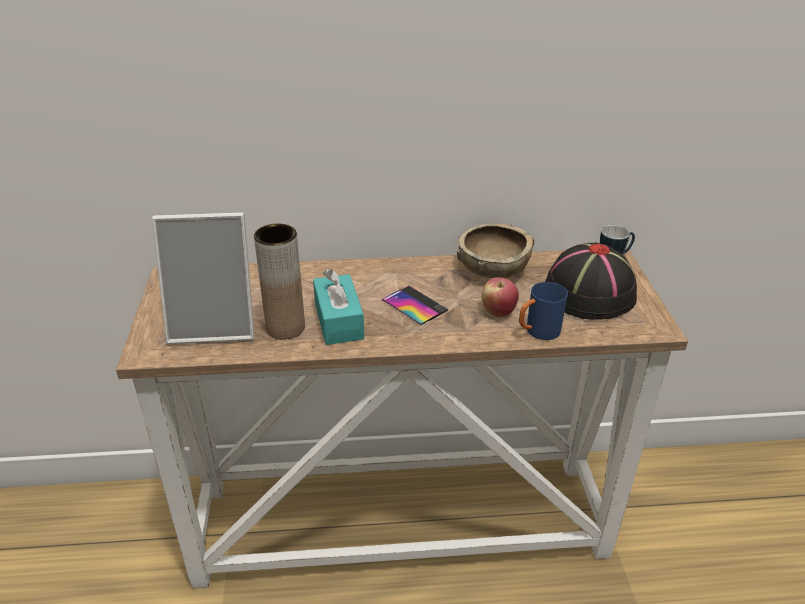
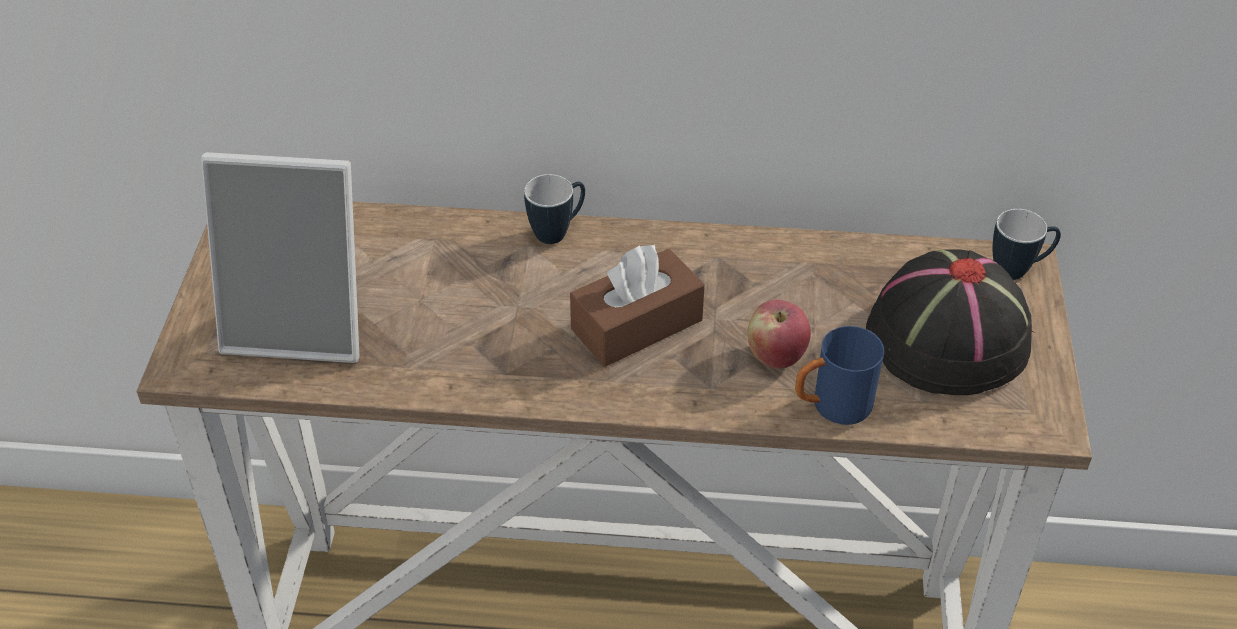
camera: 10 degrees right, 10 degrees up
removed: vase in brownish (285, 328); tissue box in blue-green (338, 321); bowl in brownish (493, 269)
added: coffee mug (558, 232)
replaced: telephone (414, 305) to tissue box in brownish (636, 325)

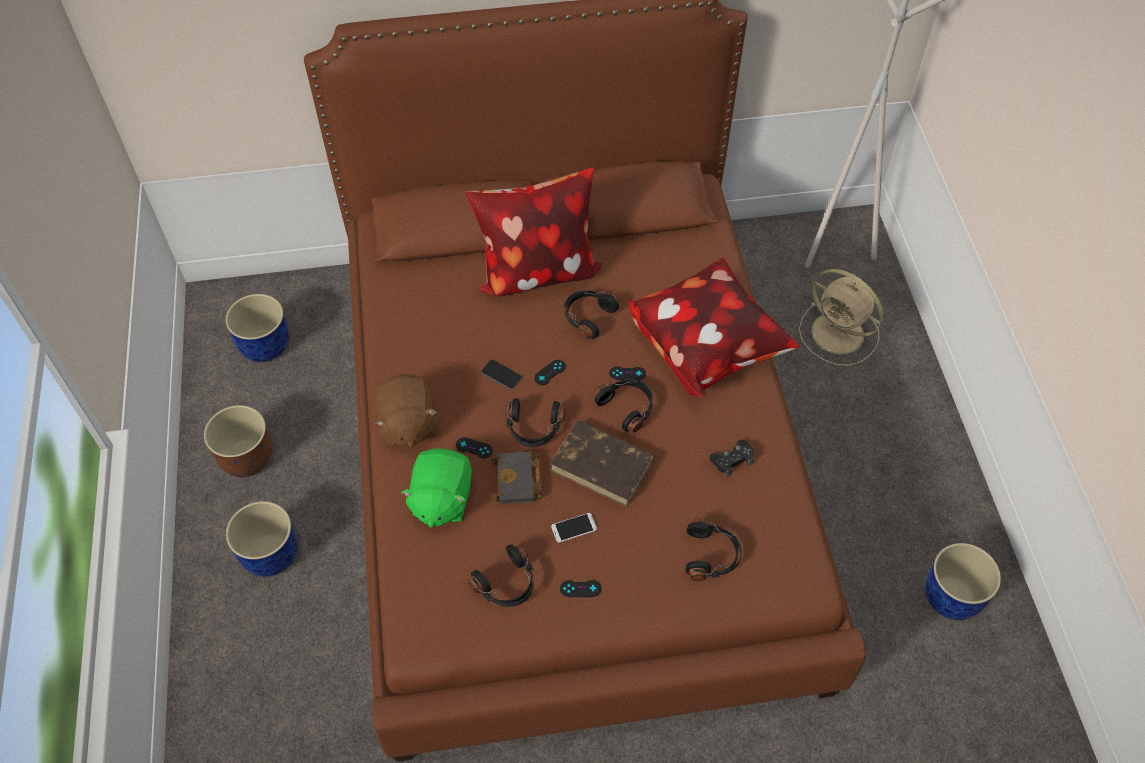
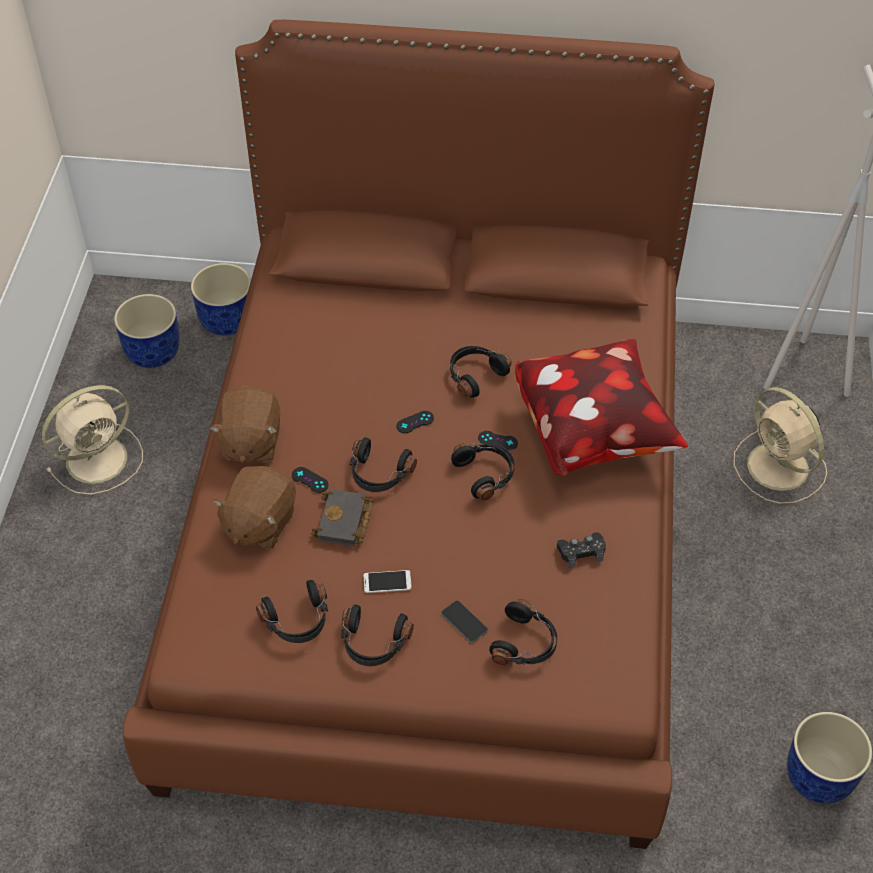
camera: 15 degrees right, 5 degrees down
removed: pillow (536, 270); volume in brownish (603, 465)
moved: planter in blue (271, 554) to (227, 320); telephone (501, 375) to (464, 622)
replaced: planter in brownish (247, 457) to electric fan in beige (99, 458); game controller in black-coloured (580, 588) to headphones in black-coloured (373, 644)
recoloured: soft toy in greenish (441, 499) to soft toy in brownish (259, 523)

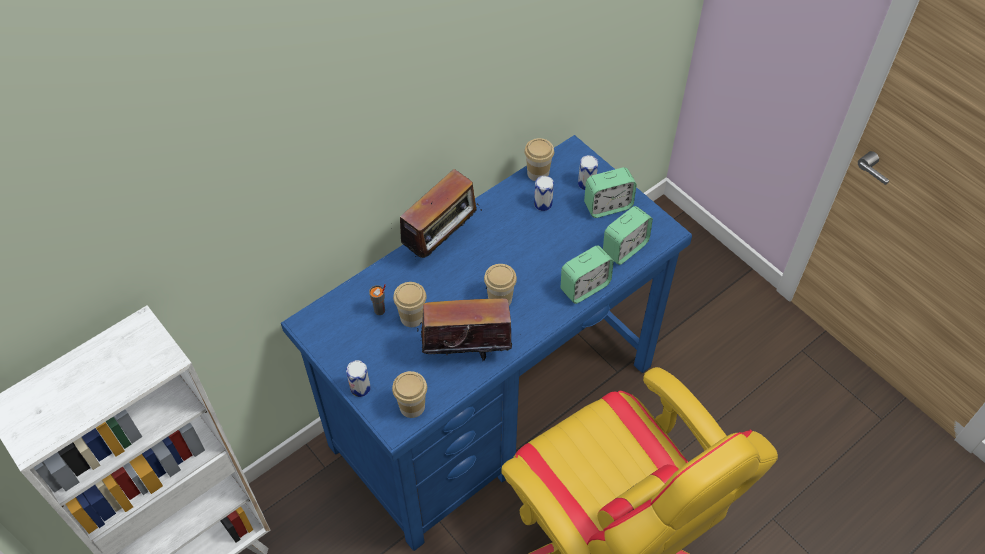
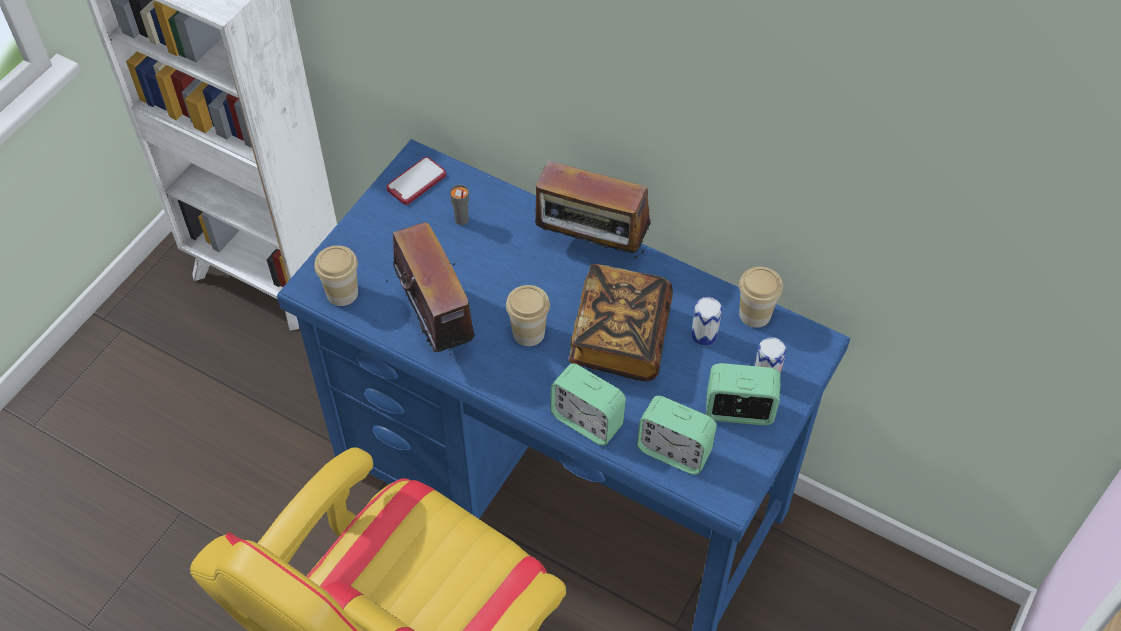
camera: 70 degrees right, 0 degrees up
removed: metal can (360, 388); drinking cup (412, 317)
added: telephone (416, 182); volume (620, 338)
turned: table clock (607, 206) = (739, 411) 135 degrees clockwise

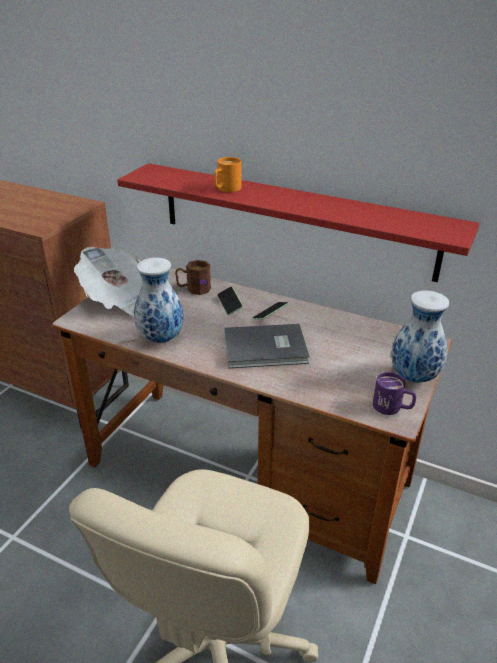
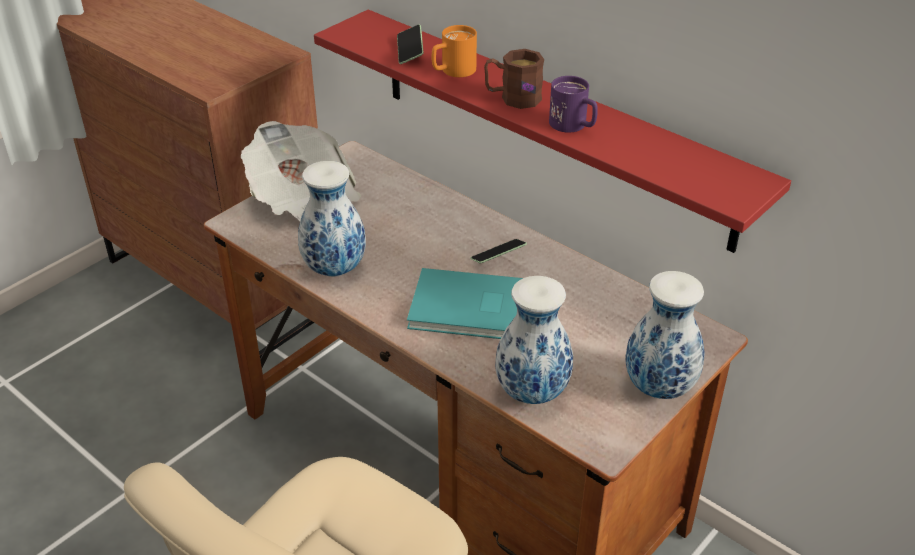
camera: 15 degrees right, 5 degrees up
added: vase (531, 394)
moved: coffee mug in brownish (193, 289) to (512, 98); telephone (230, 305) to (410, 51); coffee mug in purple-coloured (392, 408) to (573, 126)
recoloured: volume in grey (267, 349) to volume in blue-green (470, 310)

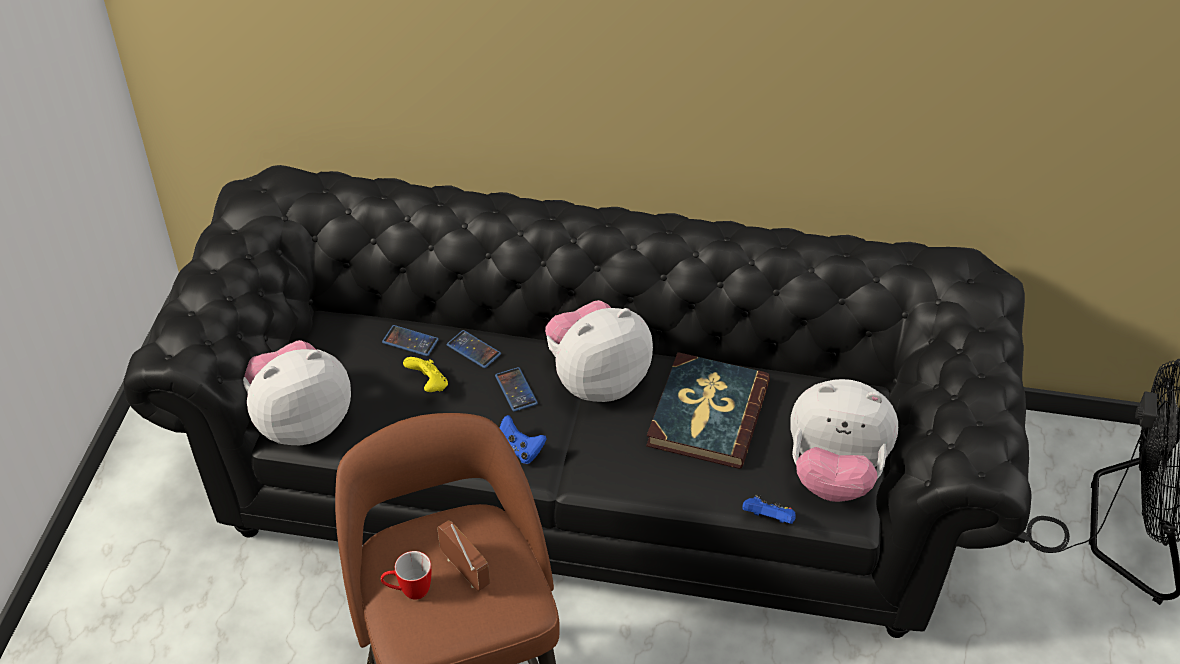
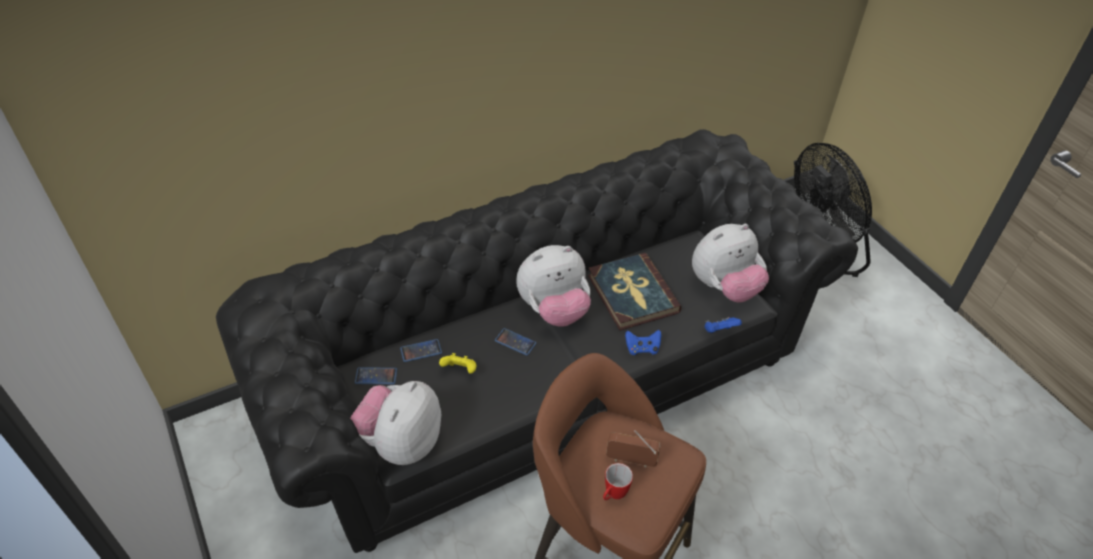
camera: 40 degrees left, 0 degrees up
moved: telephone (473, 349) to (376, 376); game controller in blue (519, 450) to (642, 348)
turned: soft toy (596, 380) = (554, 310) 135 degrees counterclockwise

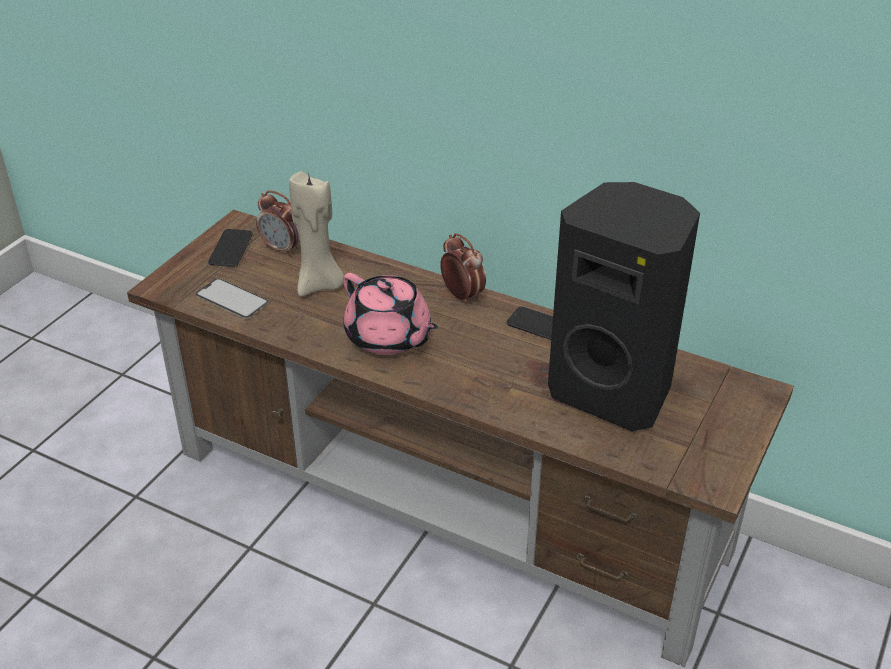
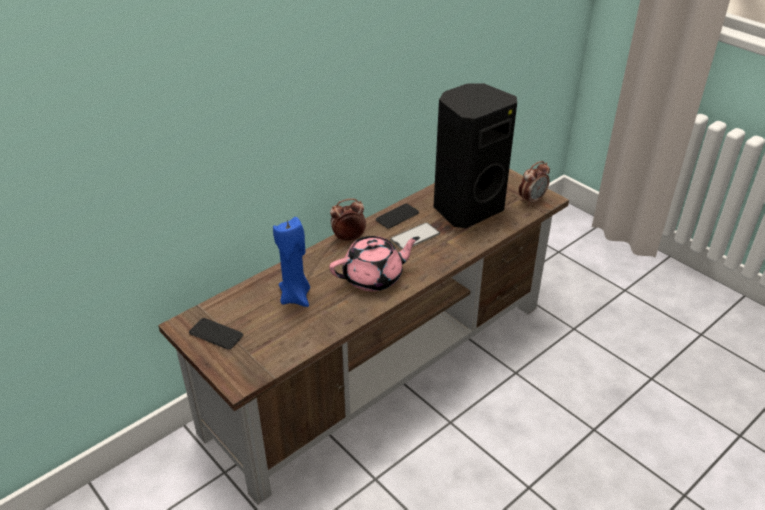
camera: 70 degrees left, 0 degrees up
moved: telephone (232, 299) to (415, 236); table clock (283, 249) to (532, 200)
recoloured: candle in beige (320, 285) to candle in blue (296, 297)

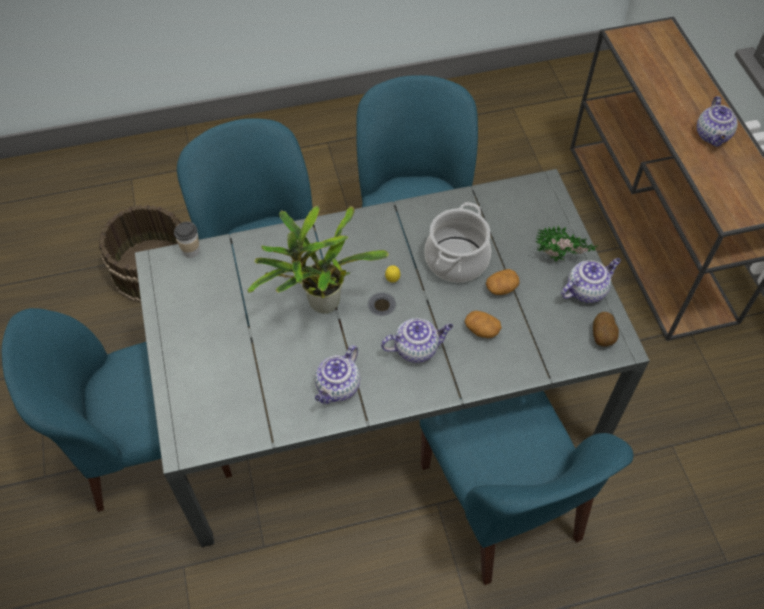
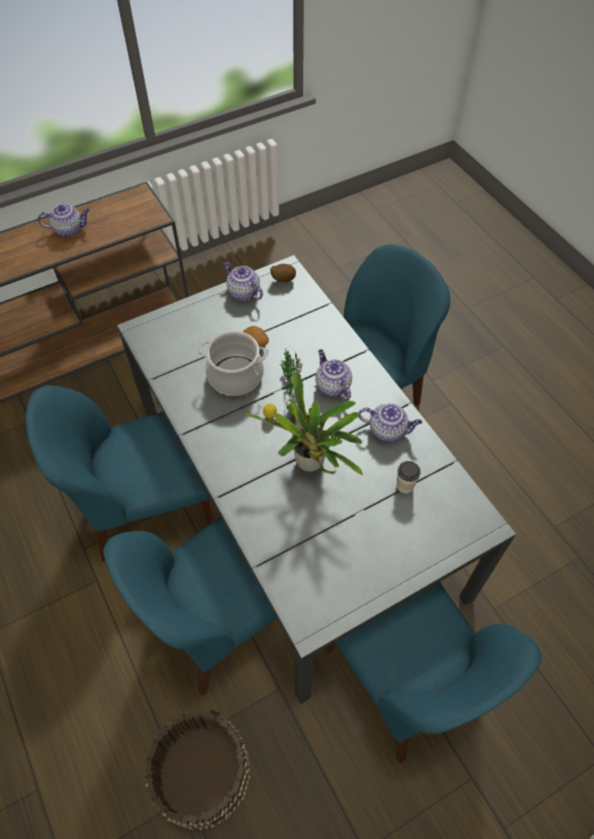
camera: 105 degrees left, 0 degrees up
removed: potato (481, 329)
moved: drinking cup (191, 250) to (404, 486); houseplant (561, 259) to (290, 382)

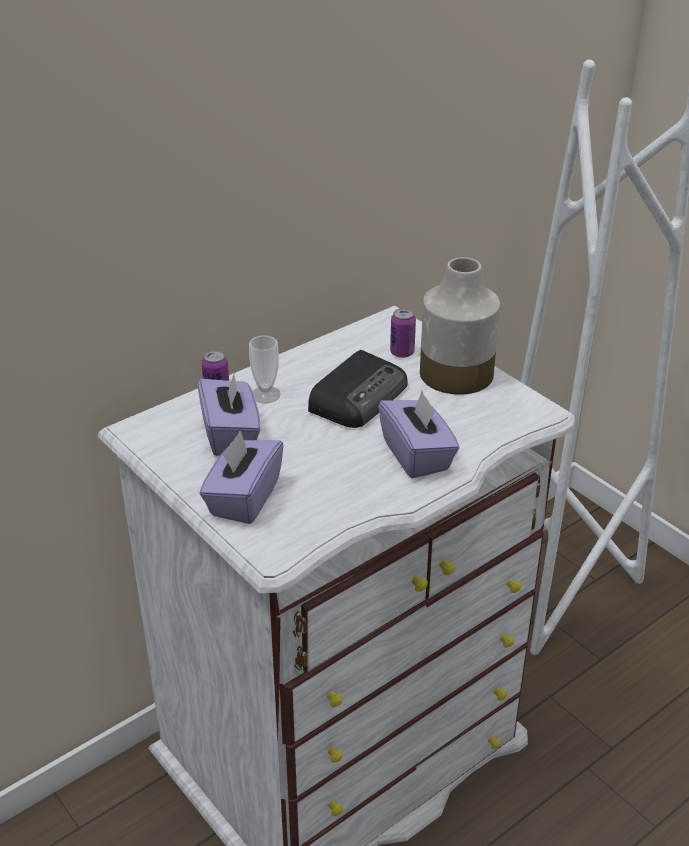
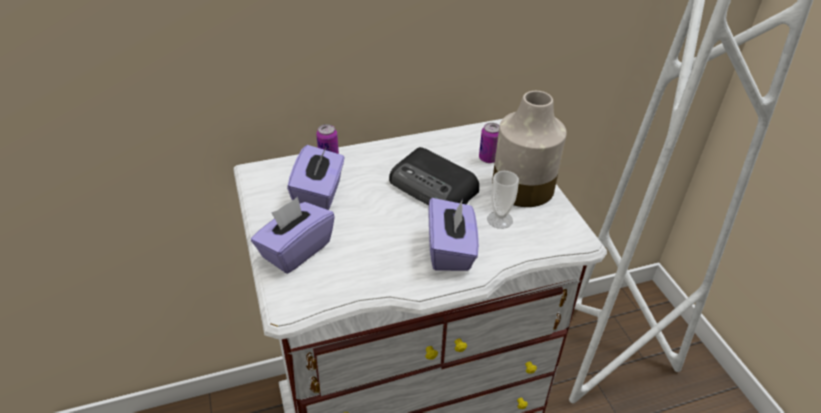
camera: 20 degrees right, 5 degrees up
moved: drinking cup (265, 395) to (499, 220)
turned: radio (359, 396) = (434, 187) 75 degrees clockwise

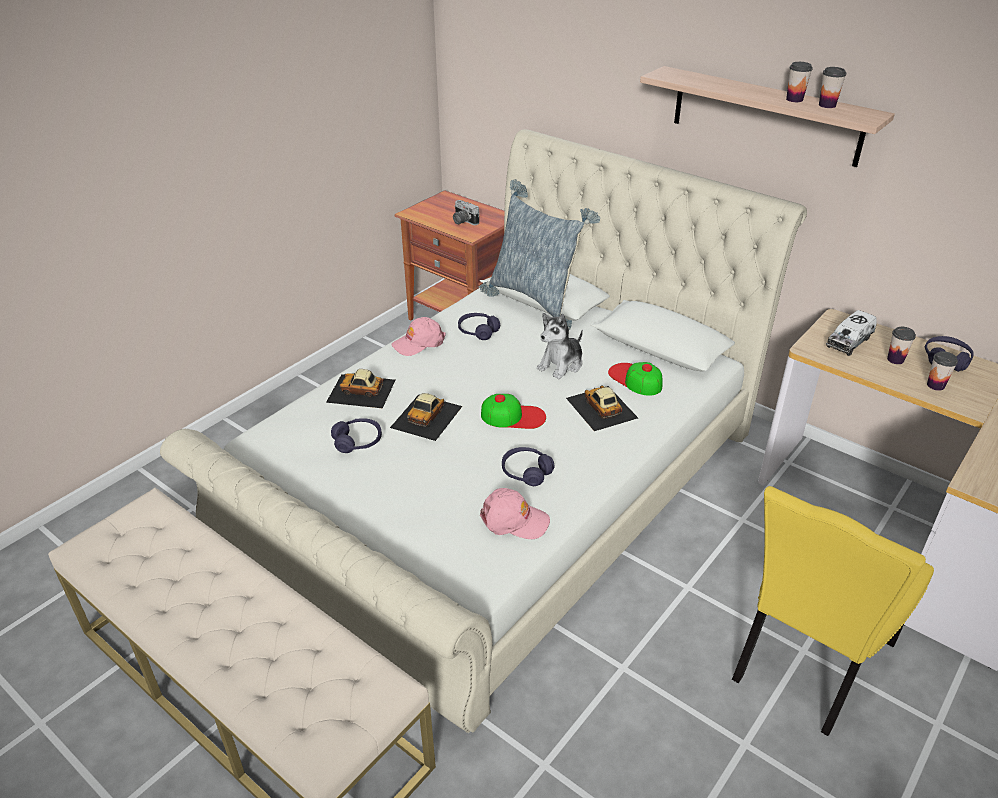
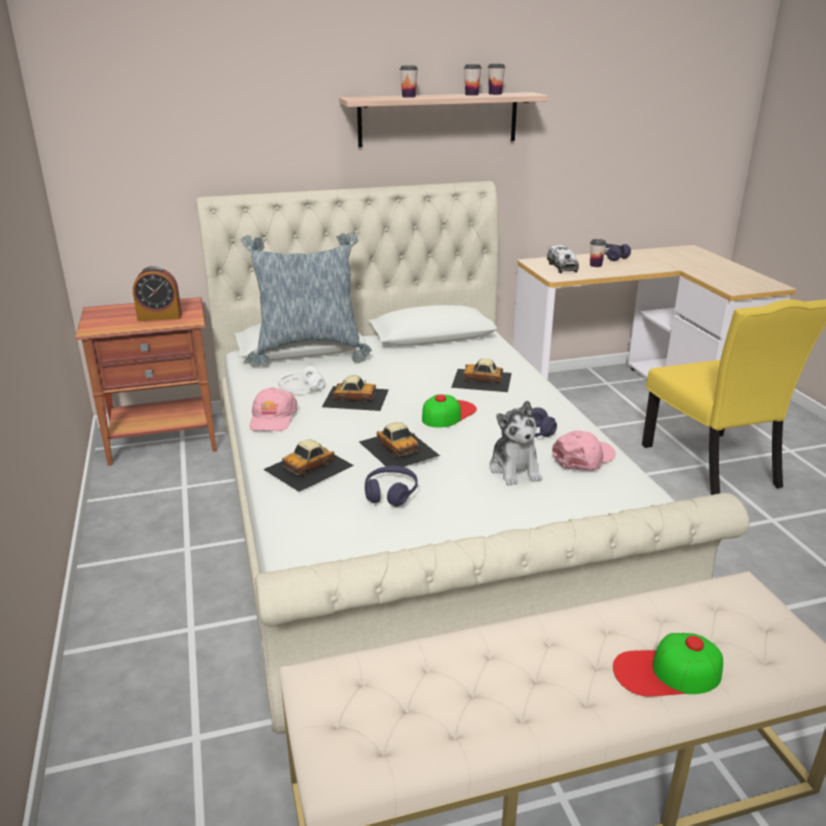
camera: 55 degrees left, 10 degrees down
added: toy car (355, 397)
moved: soft toy (561, 364) to (515, 469); peaked cap (635, 379) to (667, 672); drinking cup (935, 385) to (408, 96)
replaced: photo camera (463, 221) to table clock (159, 317)
recoloured: headphones in purple-coloured (478, 331) to headphones in whitish (301, 389)

